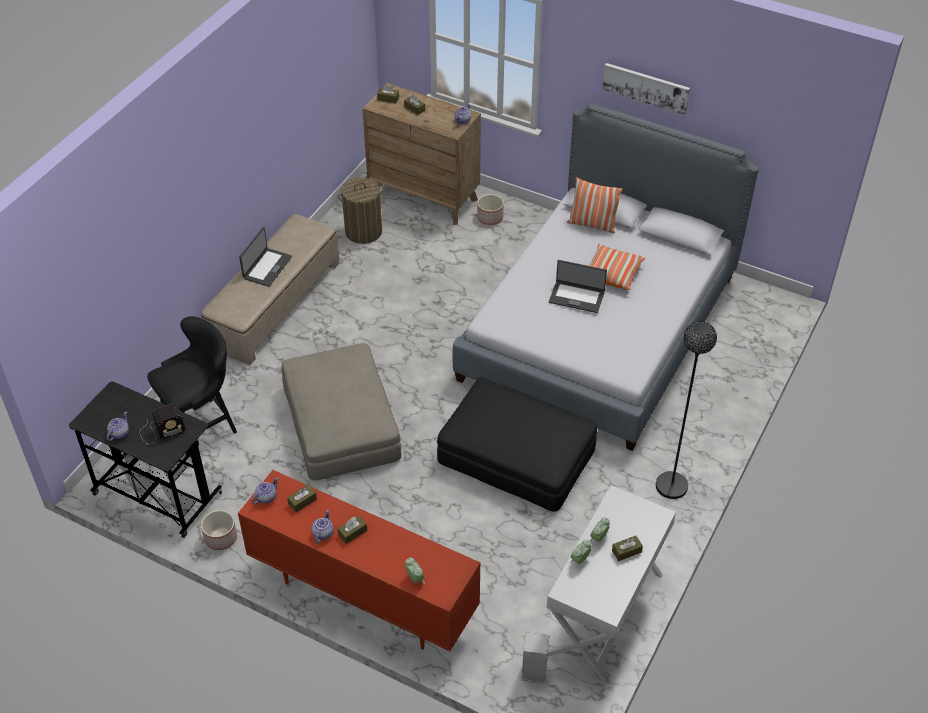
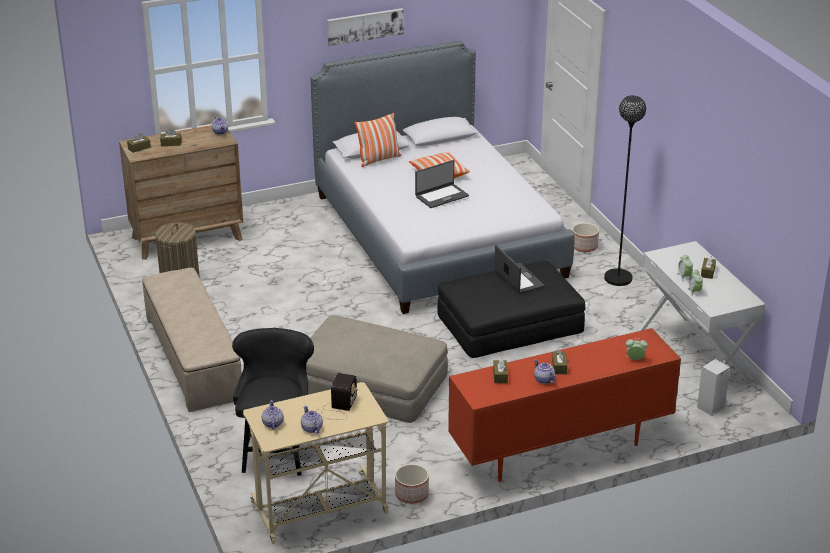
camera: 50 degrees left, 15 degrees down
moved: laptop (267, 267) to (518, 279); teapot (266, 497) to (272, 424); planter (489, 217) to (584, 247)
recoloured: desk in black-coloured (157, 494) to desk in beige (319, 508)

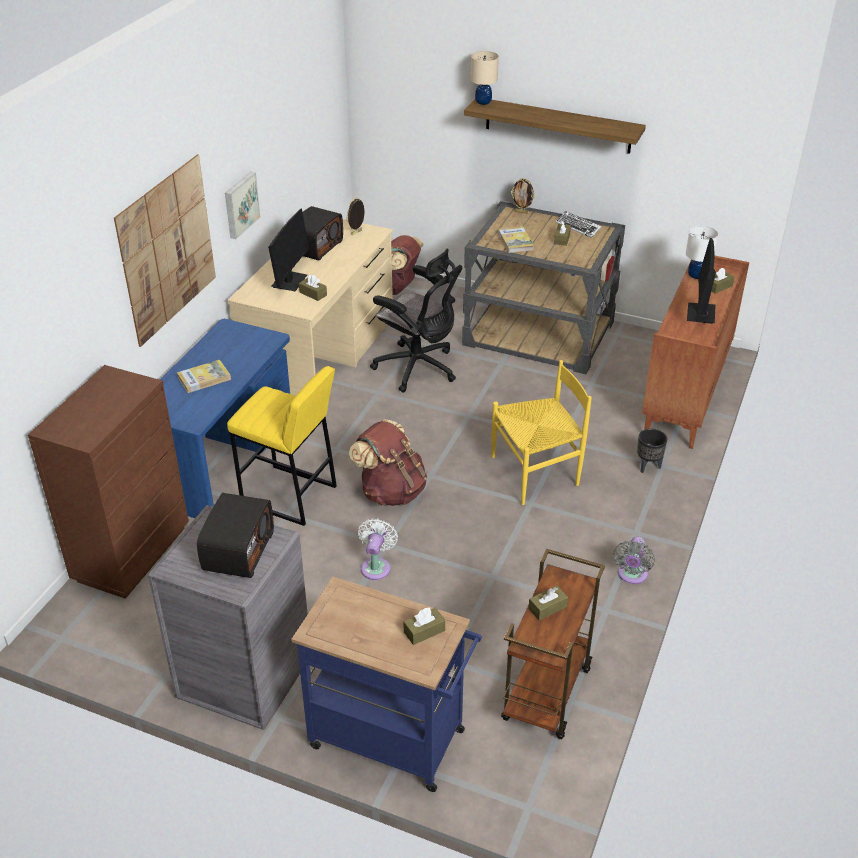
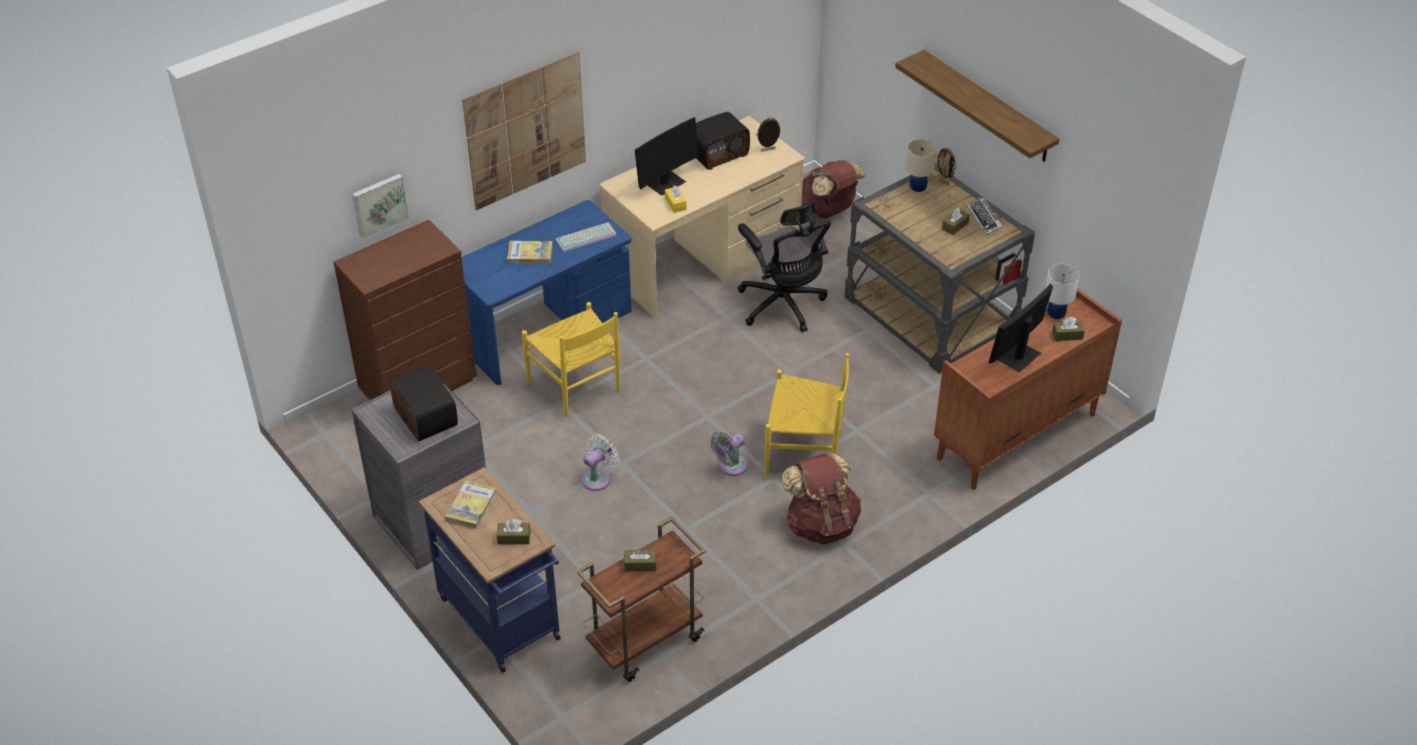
camera: 30 degrees right, 5 degrees up
removed: planter in black-coloured (648, 466)
added: keyboard (586, 237)
moved: wall picture (240, 204) to (379, 204); backpack in brownish (391, 491) to (821, 524); tabletop lamp in beige (484, 103) to (918, 189); volume (515, 241) to (471, 506); electric fan in grey (631, 575) to (731, 467)
replaced: stool in yellowish (291, 495) to upright chair in yellowish (577, 386)
recoloured: tissue box in brownish (313, 294) to tissue box in yellowish (675, 204)
turned: radio (237, 551) = (424, 417) 75 degrees counterclockwise

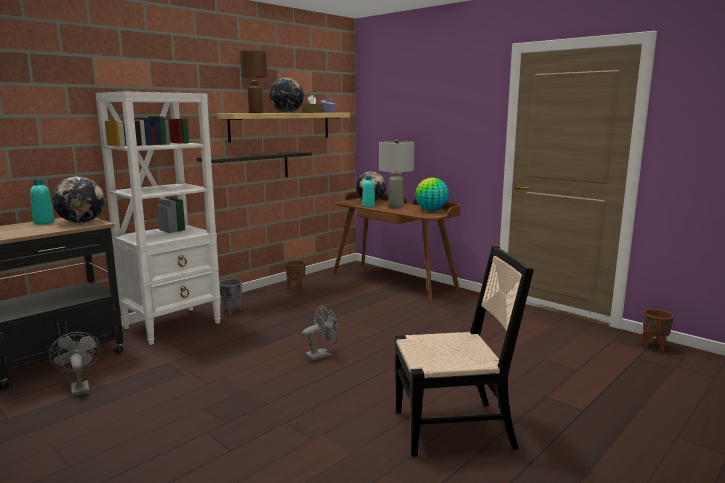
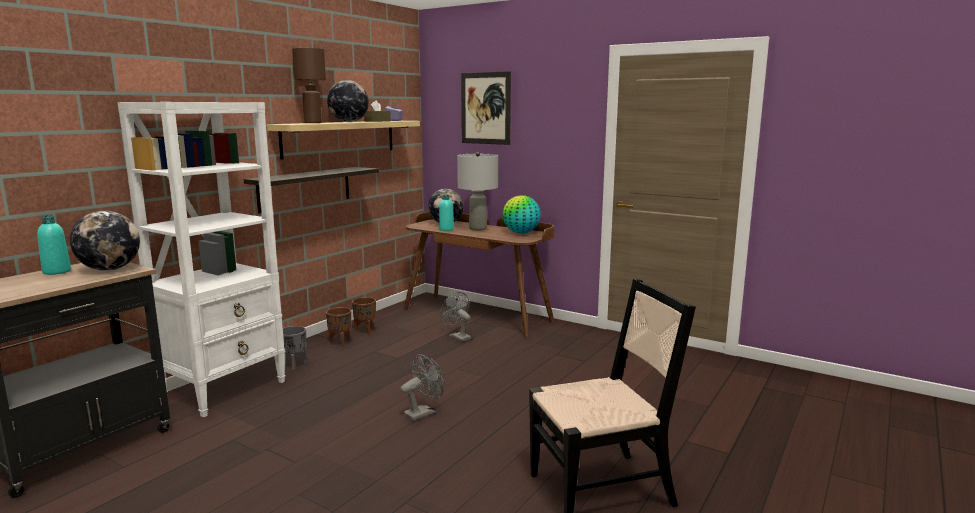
camera: 10 degrees left, 0 degrees up
added: wall picture (485, 108)
moved: electric fan in grey (79, 387) to (457, 337); planter in brownish (654, 347) to (340, 343)

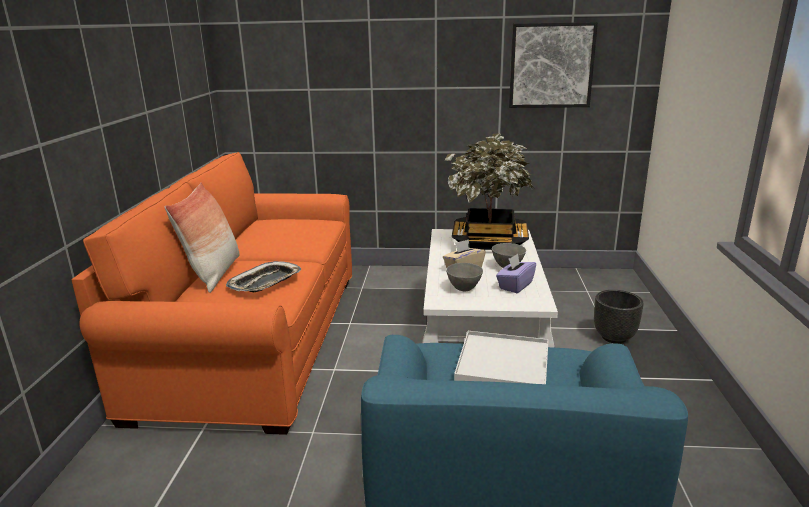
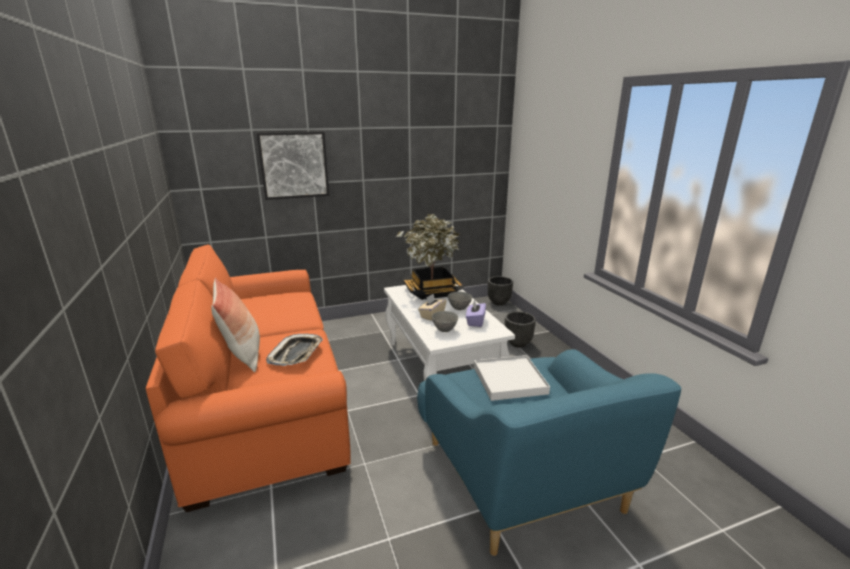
camera: 25 degrees left, 0 degrees up
added: planter in black-coloured (498, 302)
moved: wall picture (551, 65) to (294, 165)

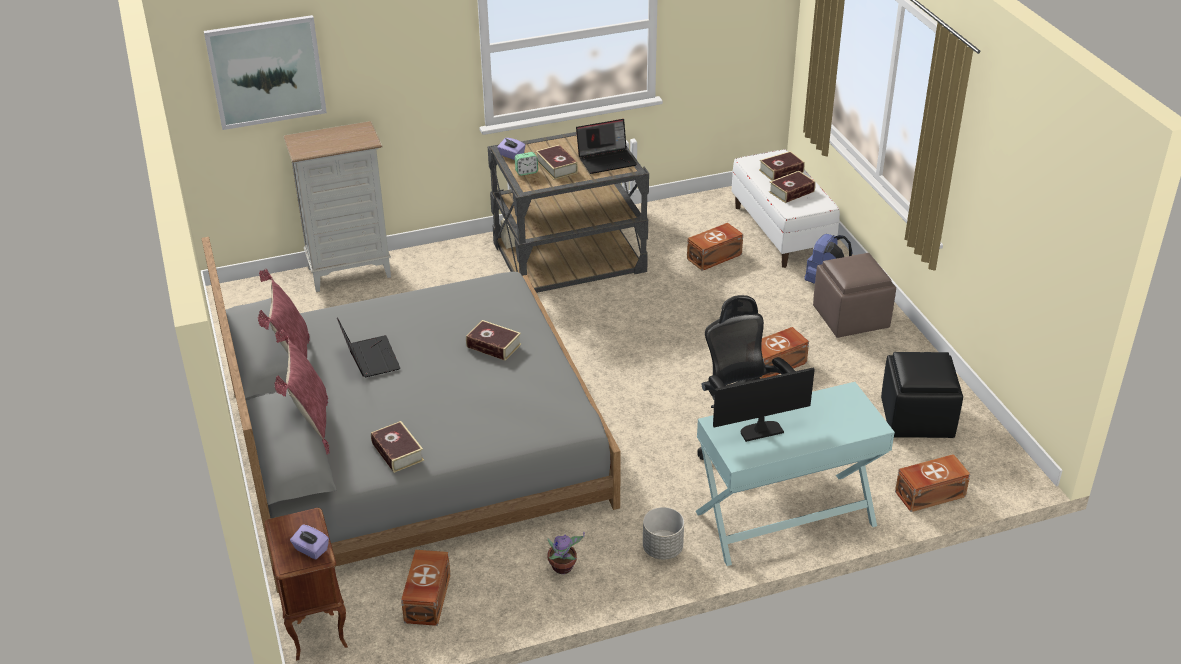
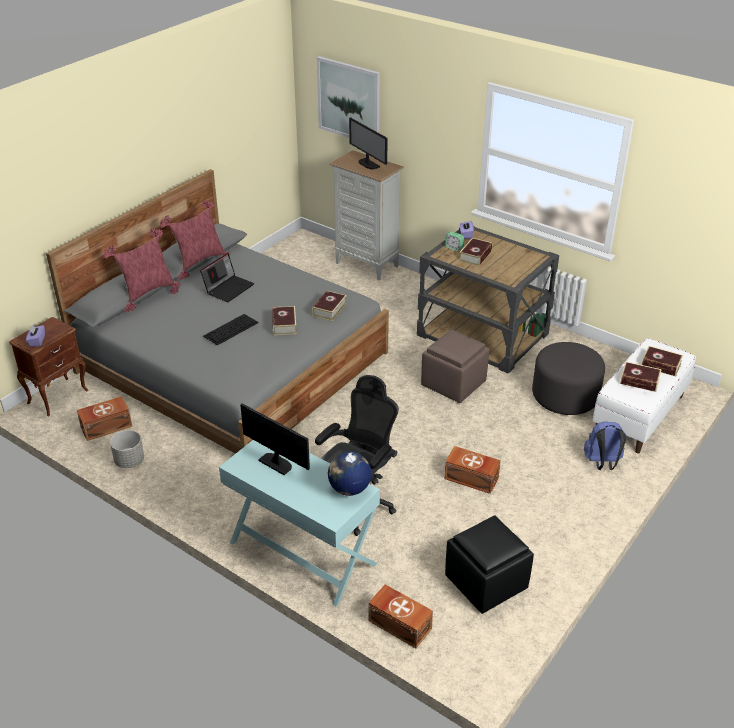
camera: 55 degrees right, 0 degrees up
removed: houseplant (563, 567); laptop (607, 160)
added: keyboard (230, 329); desk globe (349, 489); computer screen (368, 164)
moved: volume (397, 452) to (329, 309); planter in grey (663, 549) to (129, 461); ottoman in brownish (851, 318) to (453, 384)
replaced: storage container in brownish (715, 257) to ottoman in grey (565, 396)

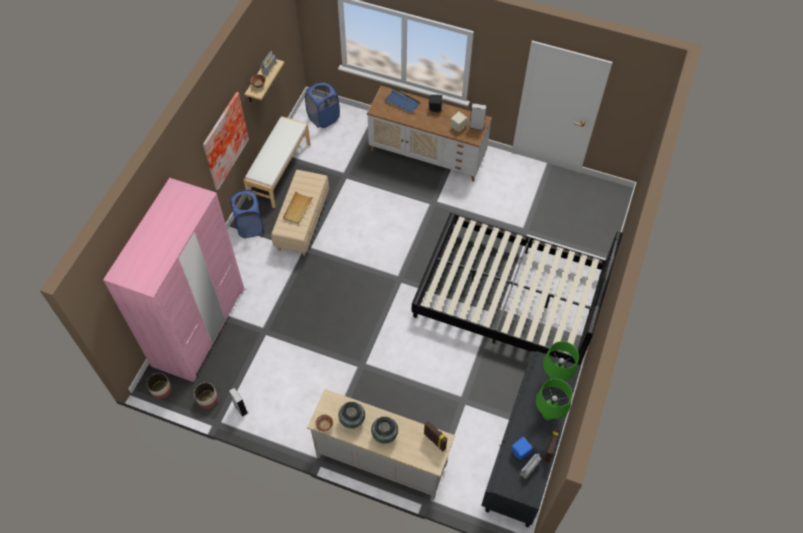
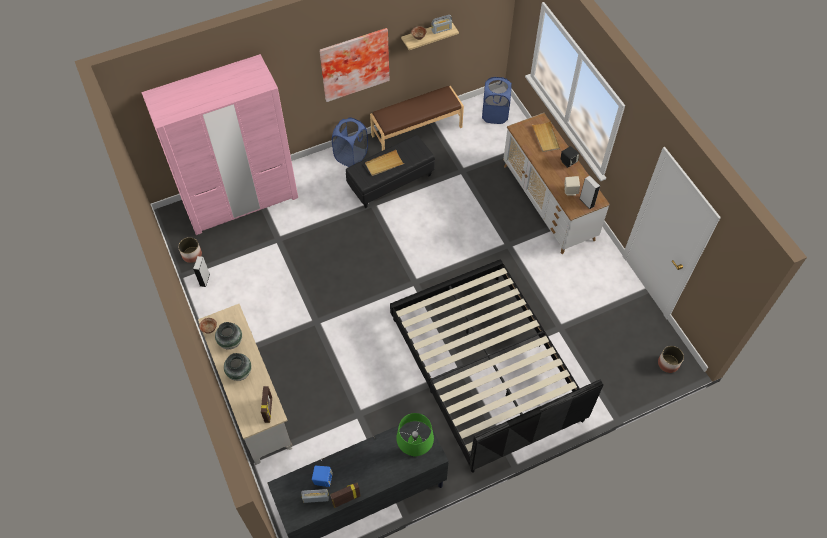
camera: 45 degrees right, 0 degrees up
removed: tabletop lamp in greenish (547, 415)
moved: planter (161, 389) to (668, 363)
recoloured: long seat in whitish (279, 171) to long seat in brownish (416, 131); ottoman in beige (302, 222) to ottoman in black-coloured (390, 182); carrying tray in blue (401, 102) to carrying tray in beige (545, 137)

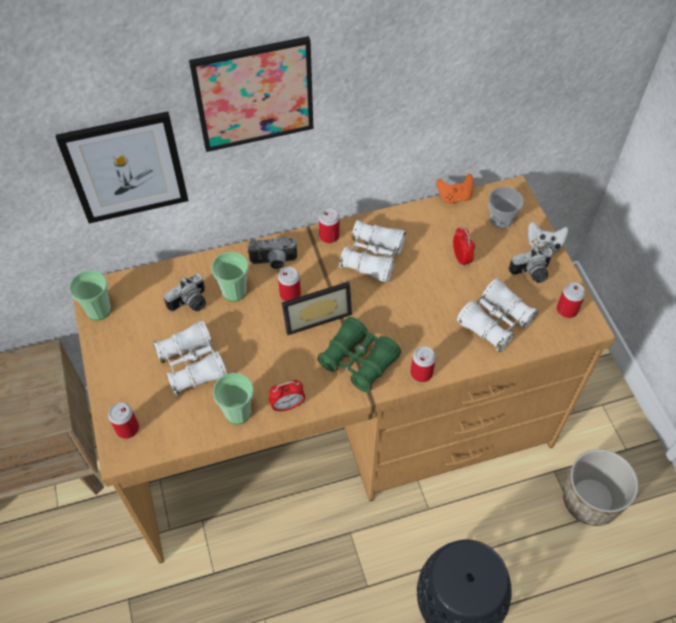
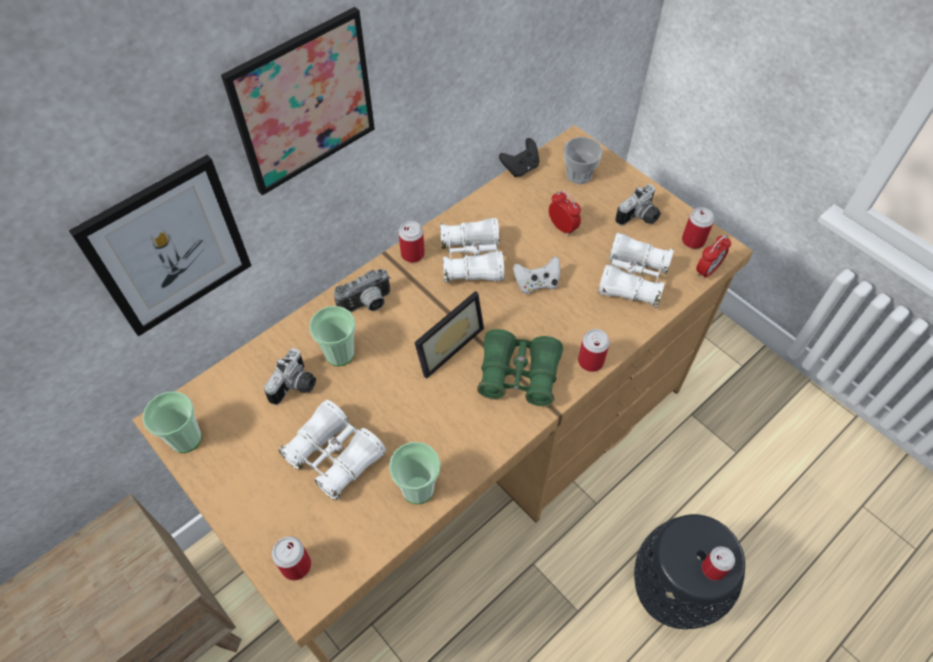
camera: 25 degrees left, 0 degrees up
removed: planter (590, 500)
moved: table clock (287, 405) to (707, 270); metal can (290, 294) to (713, 569); game controller in whitish (544, 244) to (536, 283)
recoloured: game controller in orangey (454, 197) to game controller in black-coloured (520, 168)

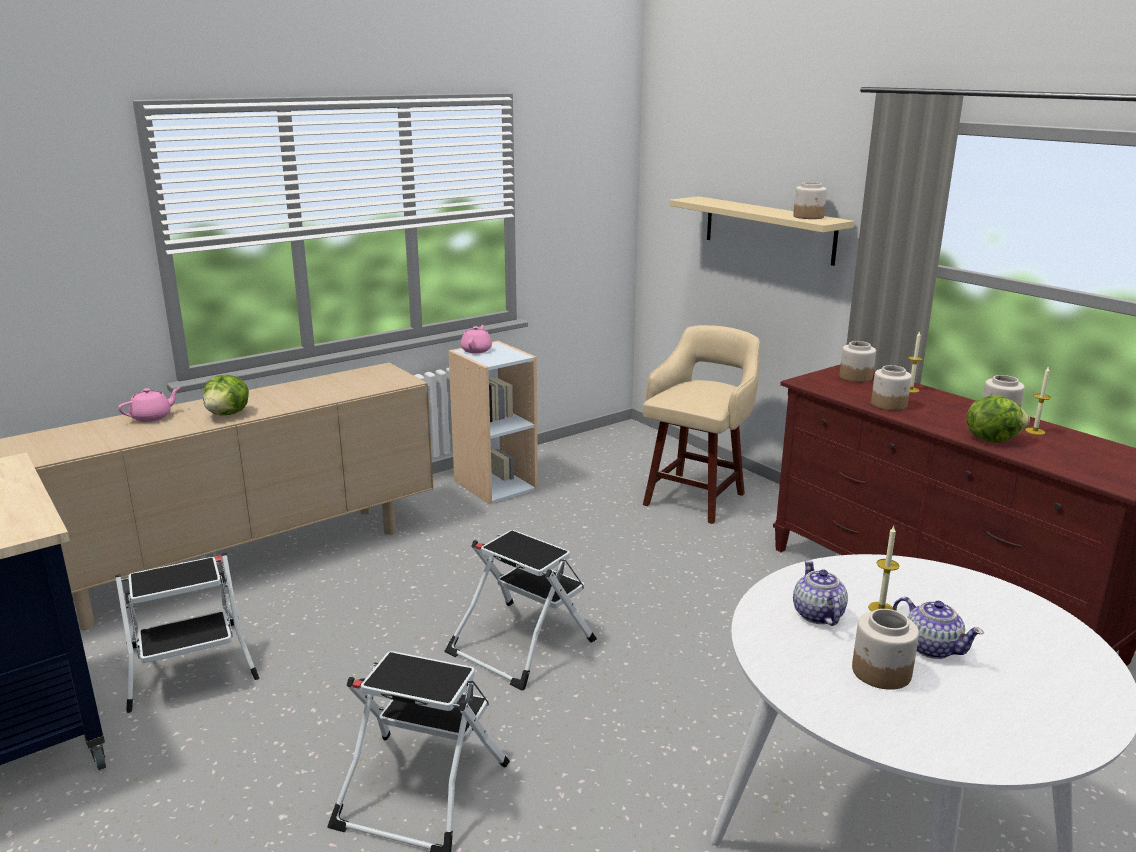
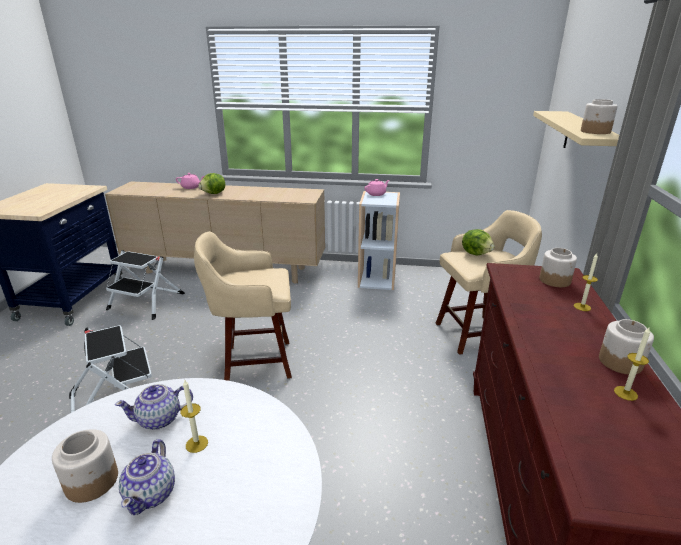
camera: 45 degrees right, 5 degrees up
removed: preserve jar (889, 405)
moved: lettuce (991, 439) to (476, 253)
replaced: step ladder (521, 642) to stool in beige (254, 362)
turned: teapot (817, 615) = (160, 419) 150 degrees counterclockwise

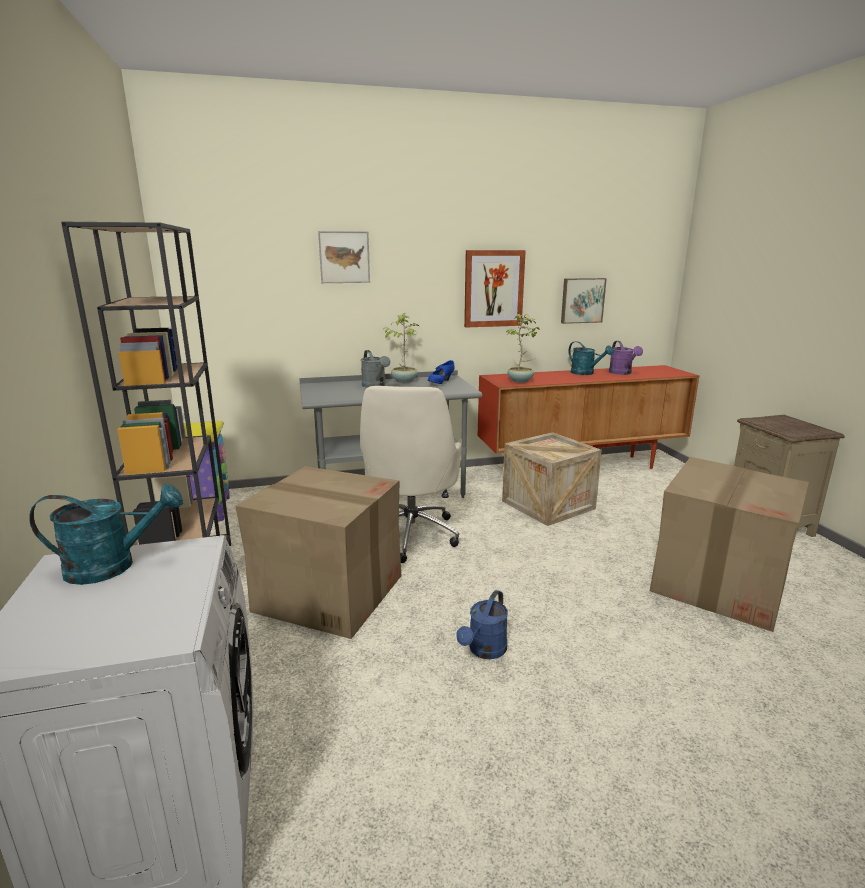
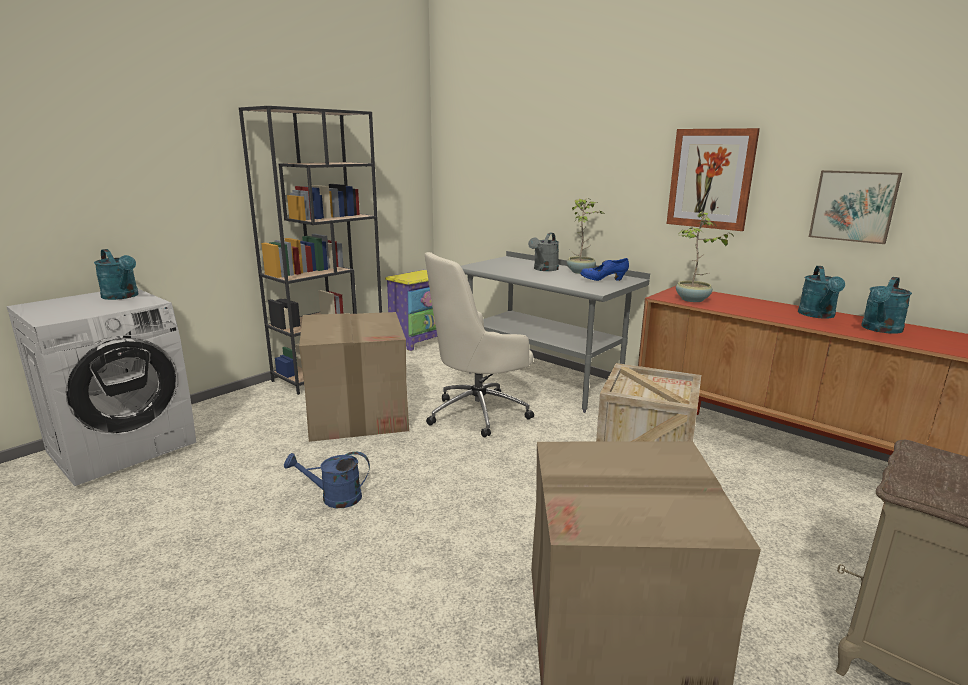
camera: 55 degrees right, 0 degrees up
removed: wall picture (344, 257)
recoloured: sprinkling can in purple-coloured (622, 373) to sprinkling can in blue-green (880, 329)

